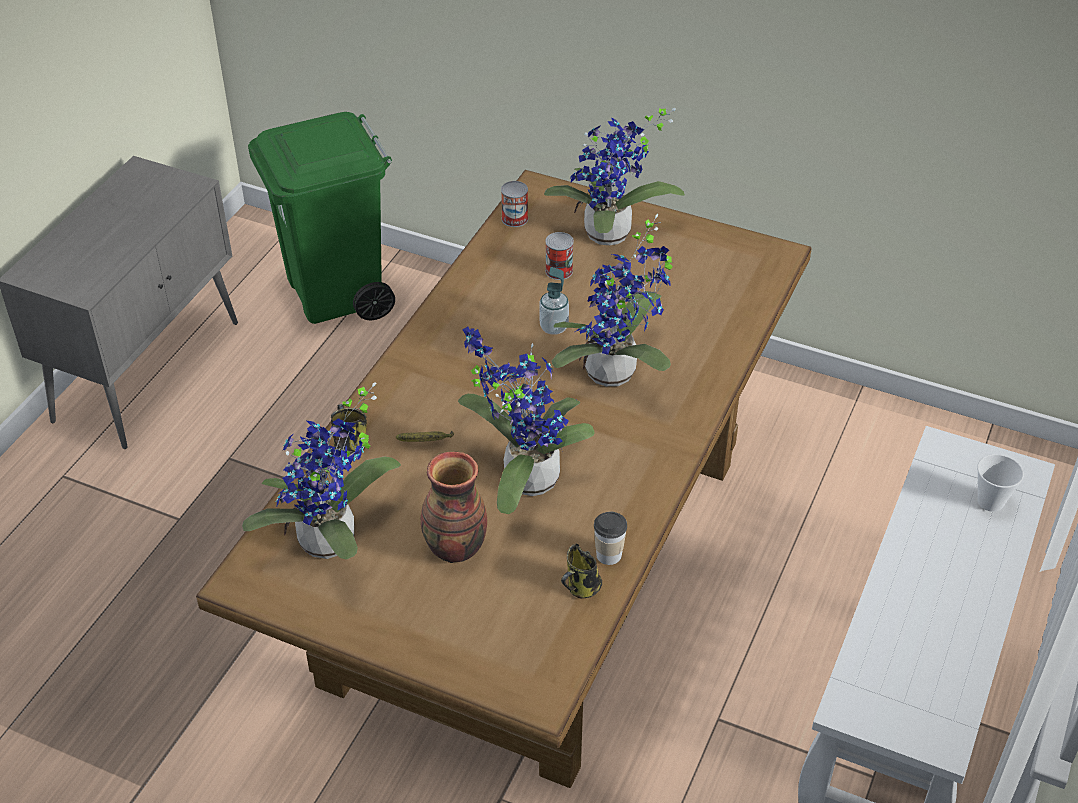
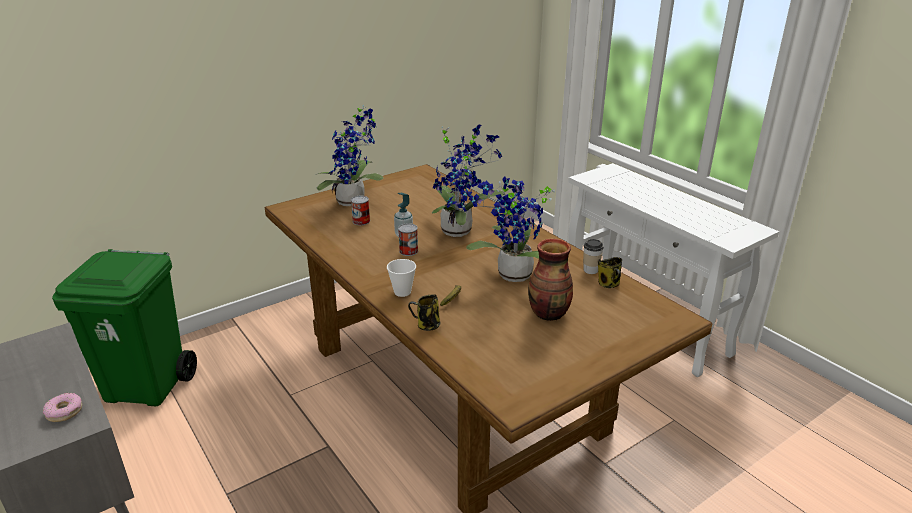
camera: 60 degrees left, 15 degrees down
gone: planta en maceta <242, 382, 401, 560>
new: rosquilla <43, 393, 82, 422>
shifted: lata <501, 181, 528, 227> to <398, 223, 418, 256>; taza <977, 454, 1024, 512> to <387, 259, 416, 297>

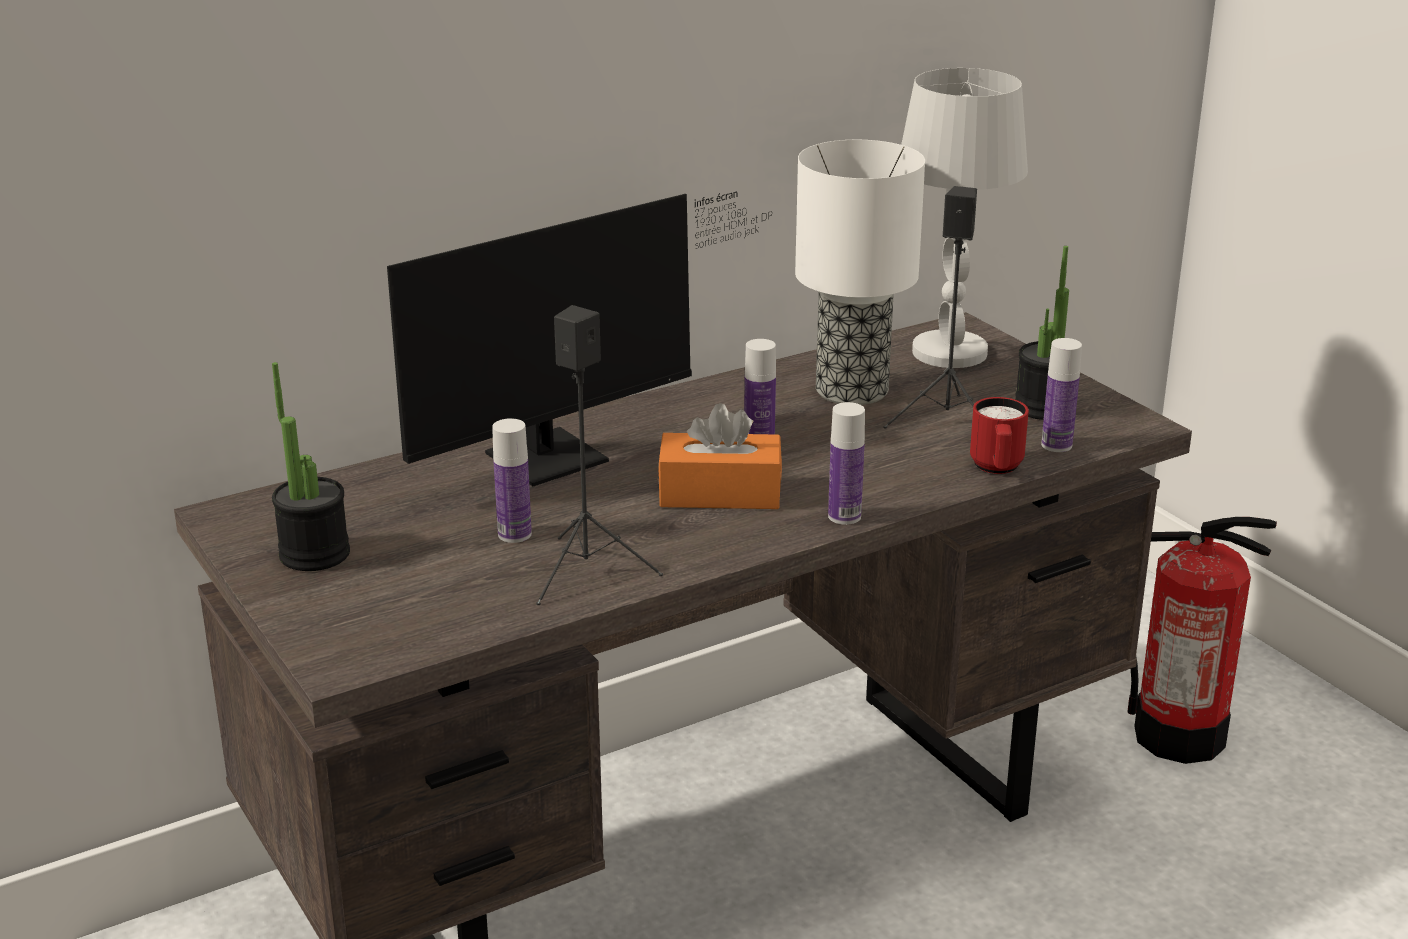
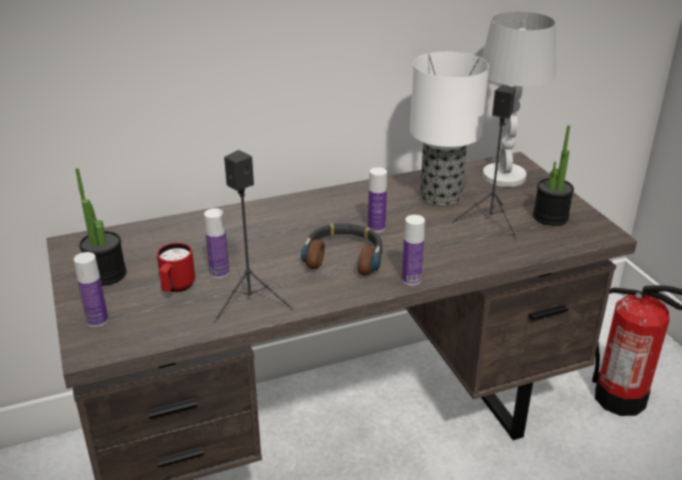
camera: 10 degrees right, 5 degrees up
gone: monitor <387, 192, 771, 486>
shifted: taza grande (rojo) <970, 397, 1029, 474> to <157, 243, 195, 292>; botella <1041, 338, 1082, 452> to <74, 252, 108, 327>
swapped: caja de pañuelos (naranja) <658, 403, 782, 509> to auriculares <301, 223, 382, 275>

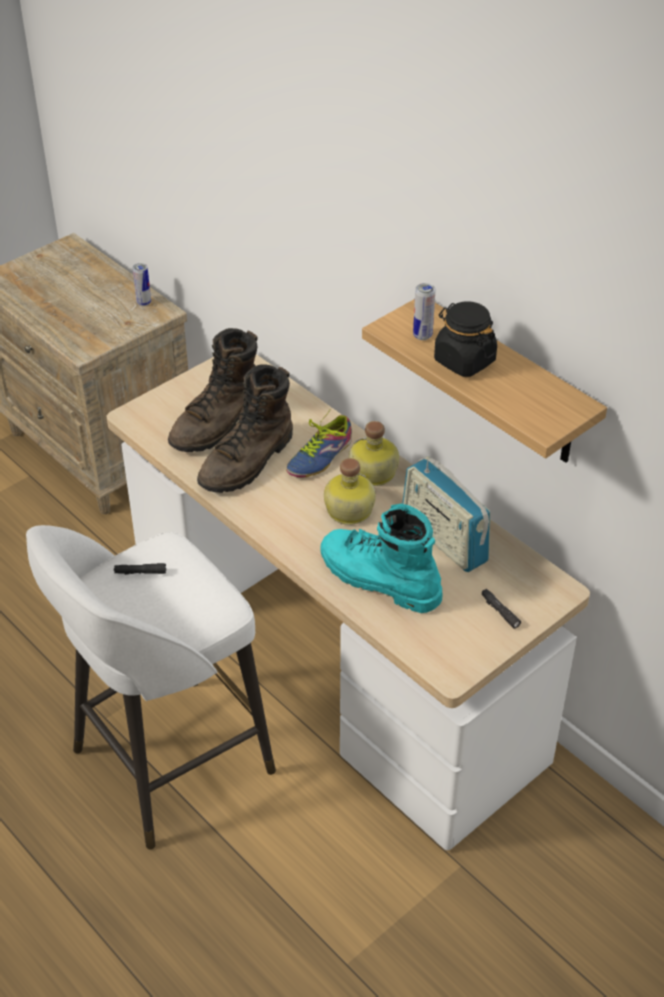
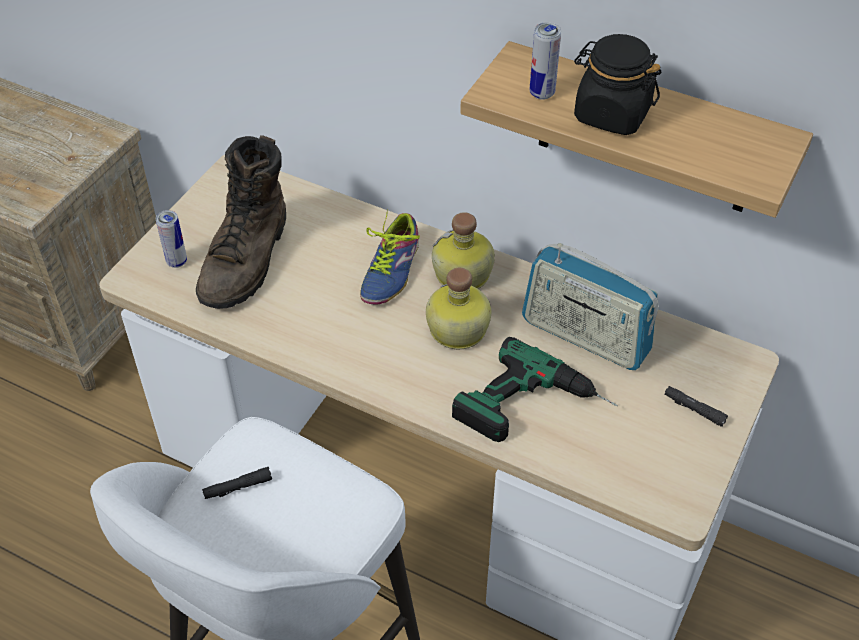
camera: 20 degrees left, 5 degrees up
gone: bota (marrón) <197, 365, 293, 493>
shifted: lata <133, 263, 151, 306> to <156, 210, 187, 268>
swapped: bota (turquesa) <320, 504, 442, 613> to taladro <452, 337, 618, 442>

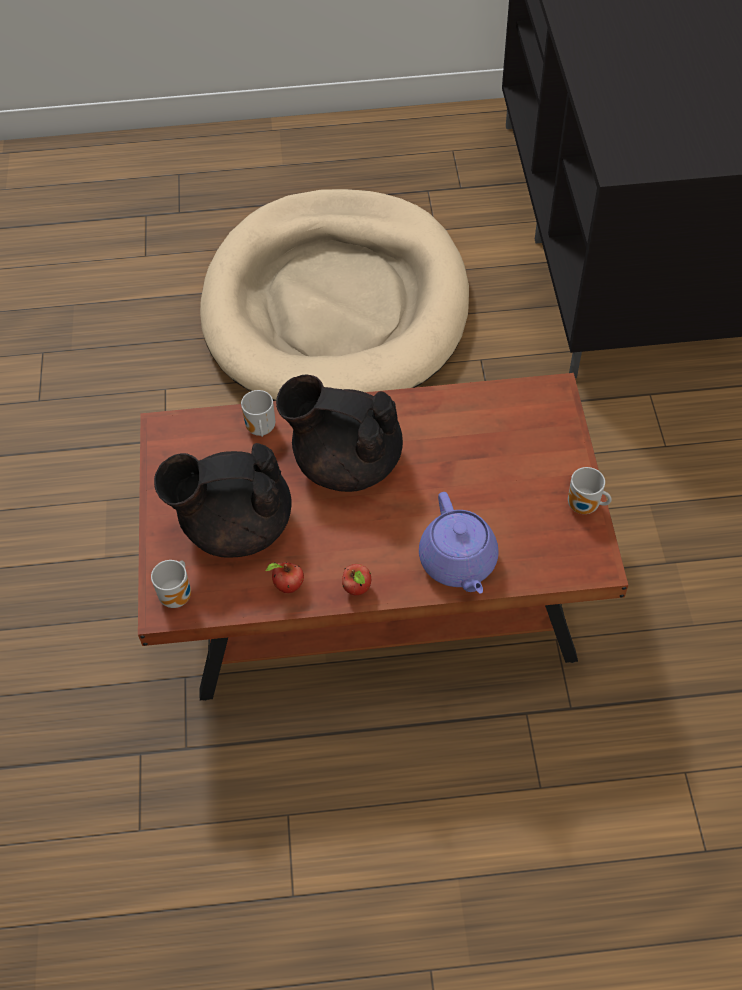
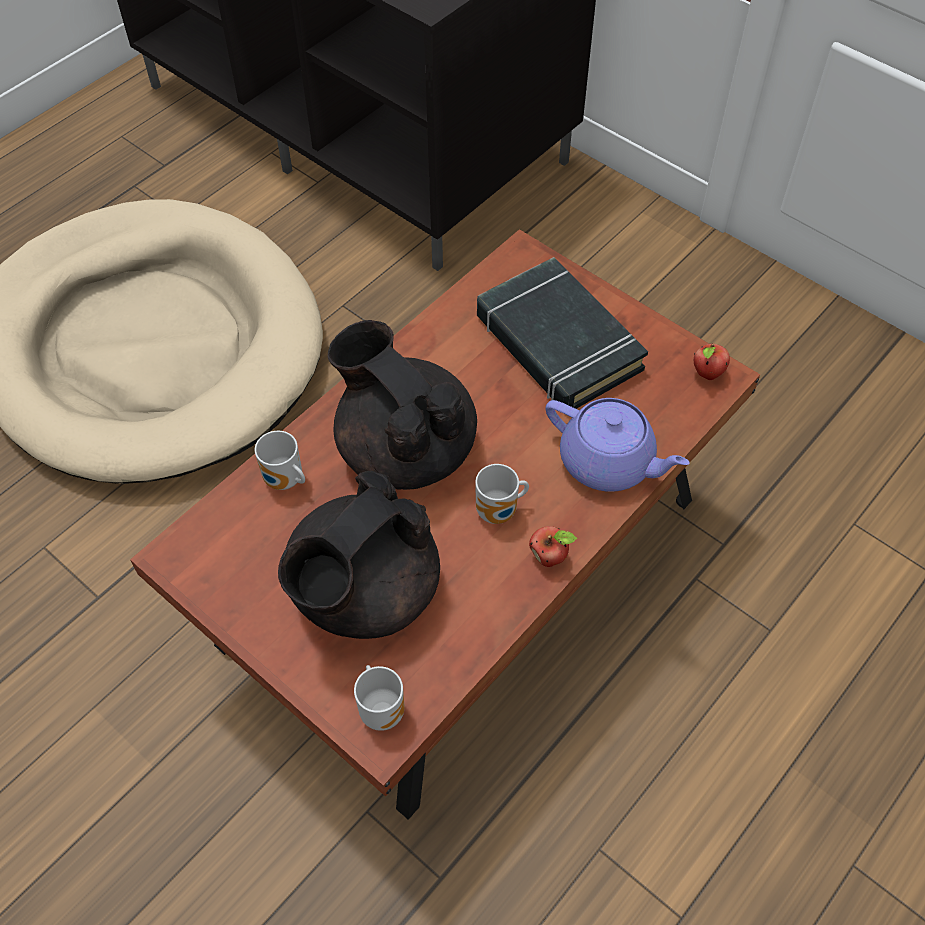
camera: 45 degrees left, 0 degrees up
new: libro (negro) <477, 257, 648, 409>
shifted: manzana <266, 562, 304, 593> to <694, 343, 730, 380>; taza grande <568, 467, 612, 514> to <475, 464, 529, 524>
rotated: tetera (negro) <276, 375, 403, 492> = <328, 320, 477, 490> 75 degrees clockwise

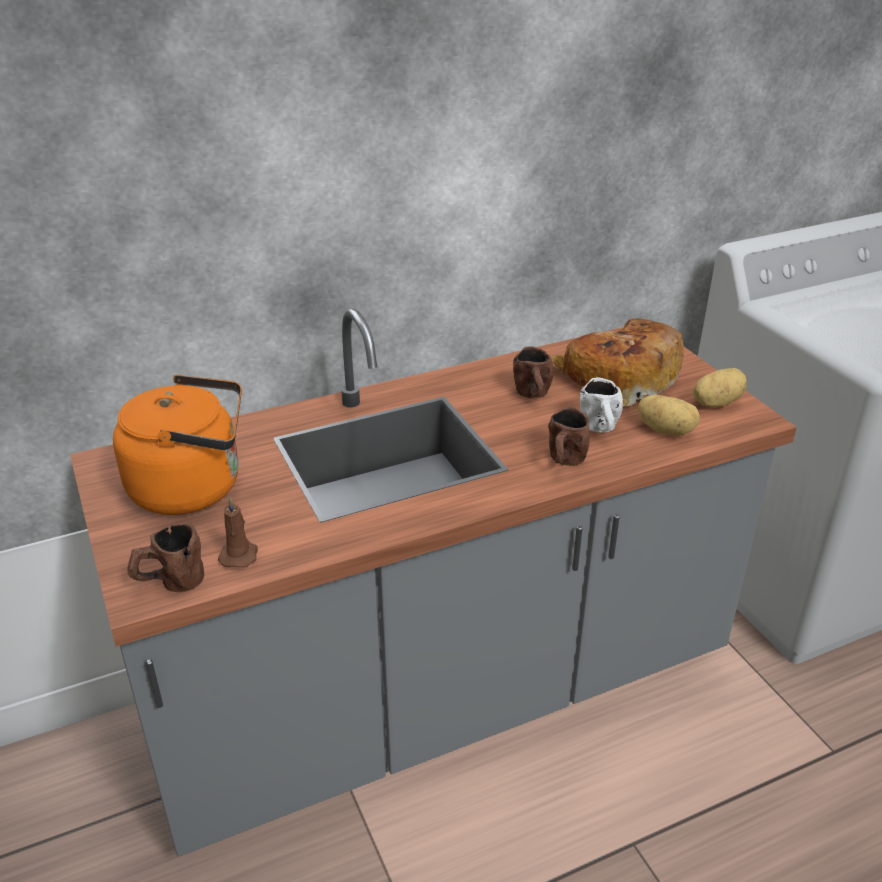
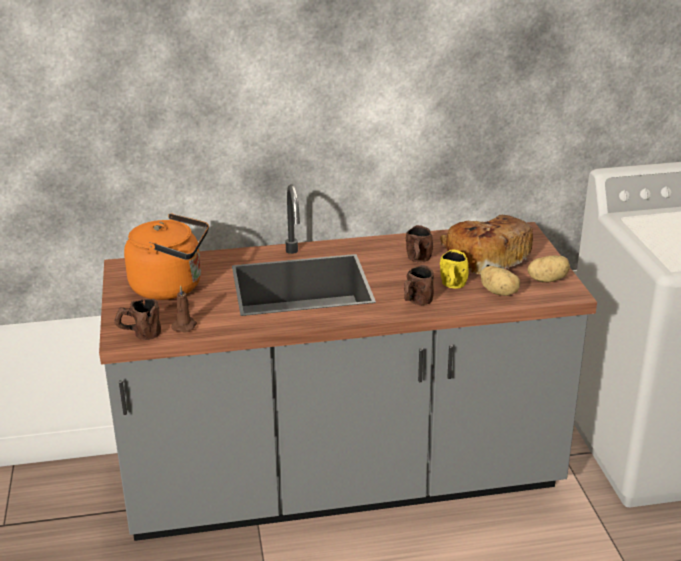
camera: 15 degrees right, 5 degrees down
repainted: taza grande (blanco) <580, 378, 623, 433> to taza grande (amarillo) <440, 250, 469, 289>

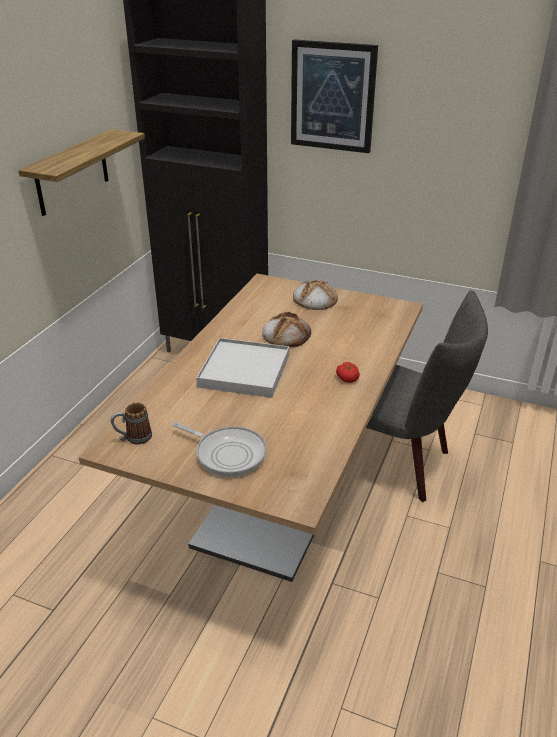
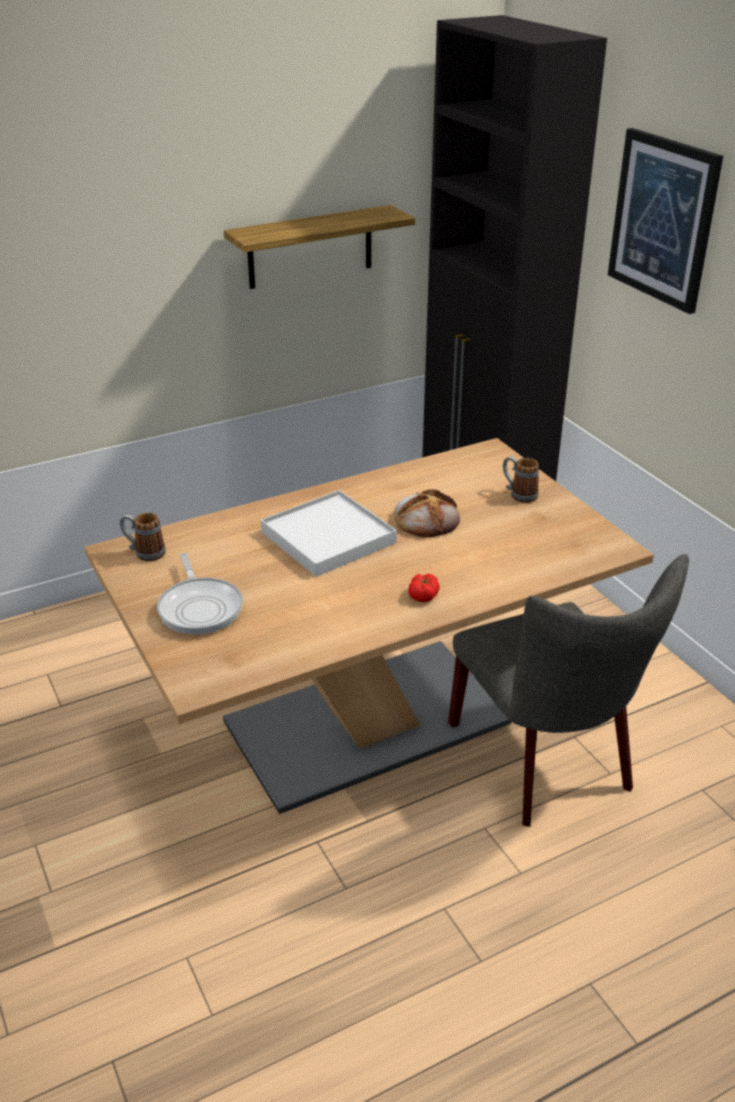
camera: 40 degrees right, 0 degrees up
swapped: pan <293, 280, 338, 310> to taza grande <503, 456, 539, 503>

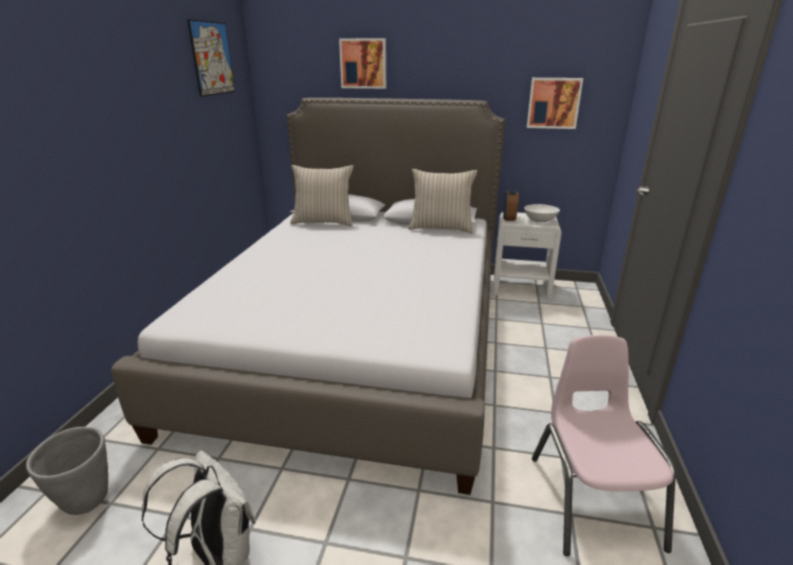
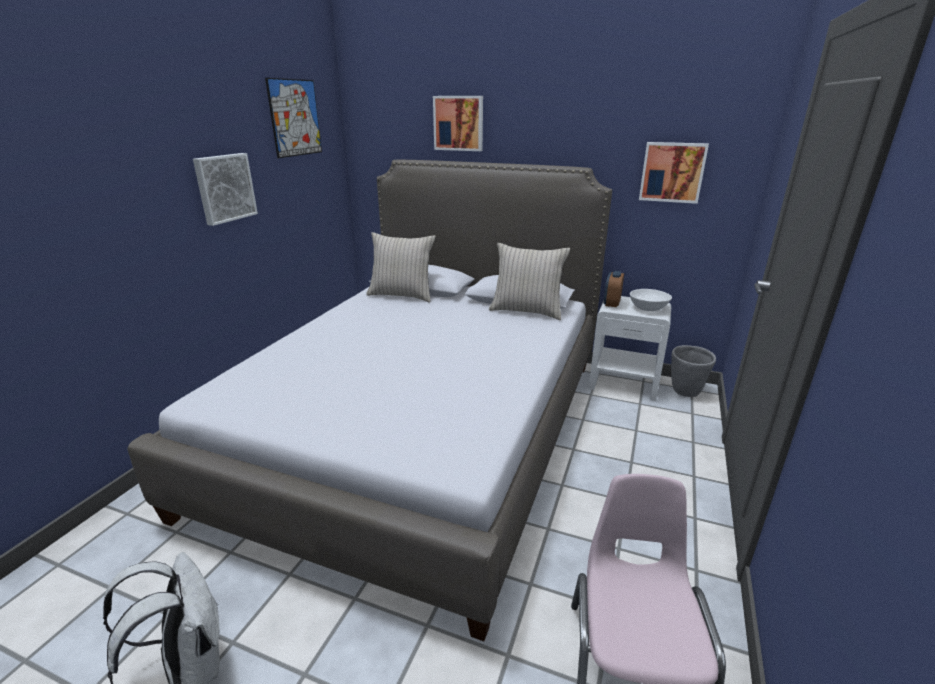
camera: 10 degrees right, 0 degrees up
new: cuadro <193, 153, 258, 226>
shifted: maceta (gris) <26, 427, 108, 515> to <671, 345, 716, 397>

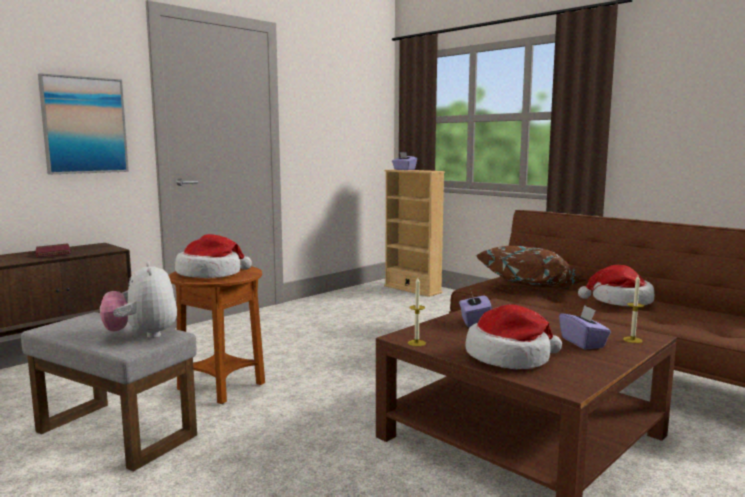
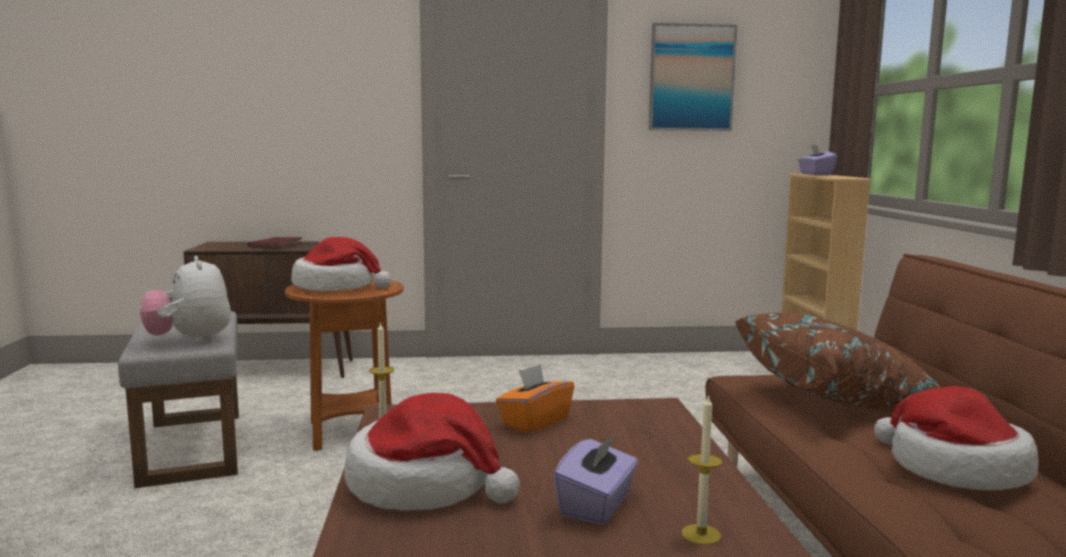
camera: 40 degrees right, 0 degrees up
shifted: cuadro <38, 73, 129, 174> to <648, 23, 737, 131>
repainted: caja de pañuelos (morado) <459, 289, 492, 327> to caja de pañuelos (naranja) <496, 364, 574, 434>
rotated: peluche <100, 261, 177, 339> = <140, 256, 231, 344> 45 degrees counterclockwise

